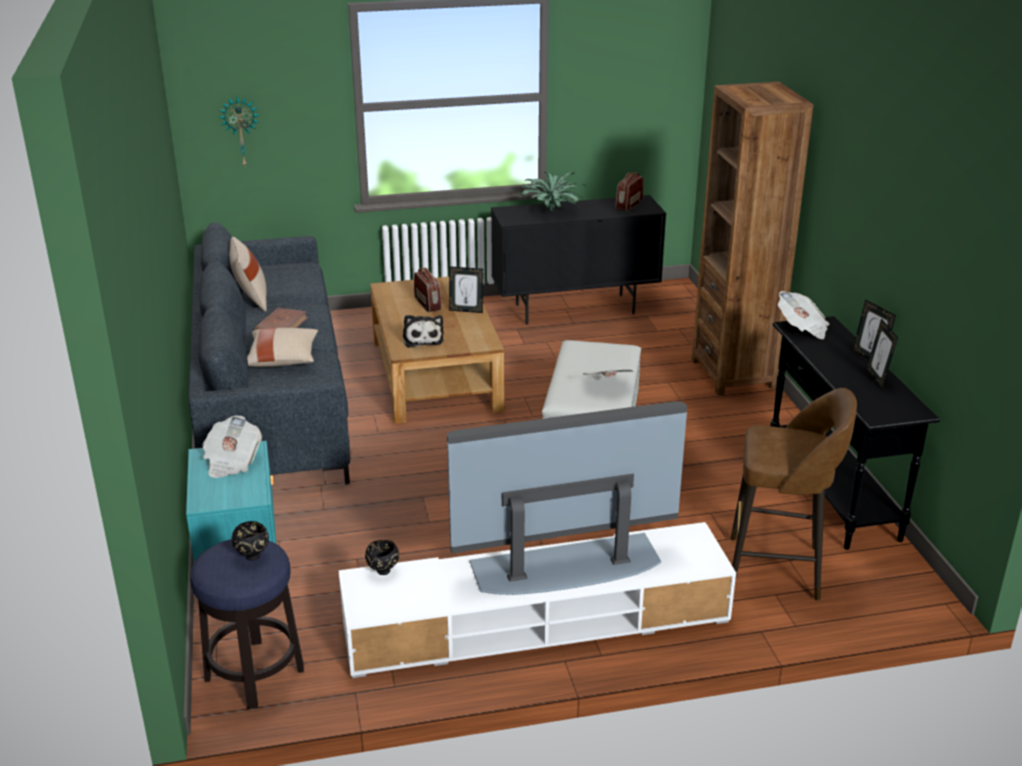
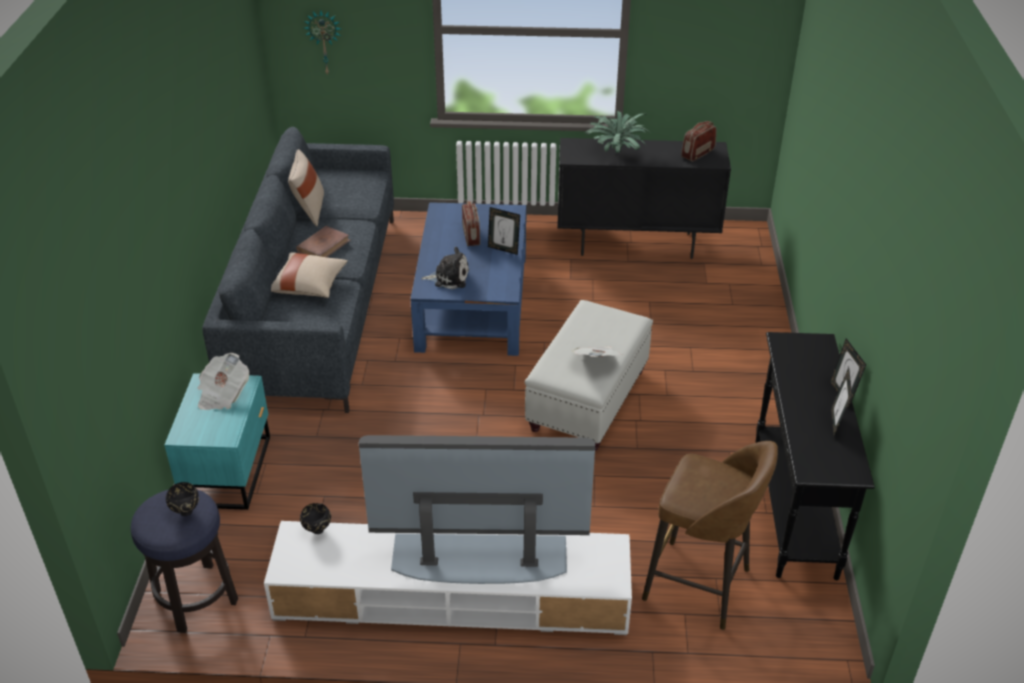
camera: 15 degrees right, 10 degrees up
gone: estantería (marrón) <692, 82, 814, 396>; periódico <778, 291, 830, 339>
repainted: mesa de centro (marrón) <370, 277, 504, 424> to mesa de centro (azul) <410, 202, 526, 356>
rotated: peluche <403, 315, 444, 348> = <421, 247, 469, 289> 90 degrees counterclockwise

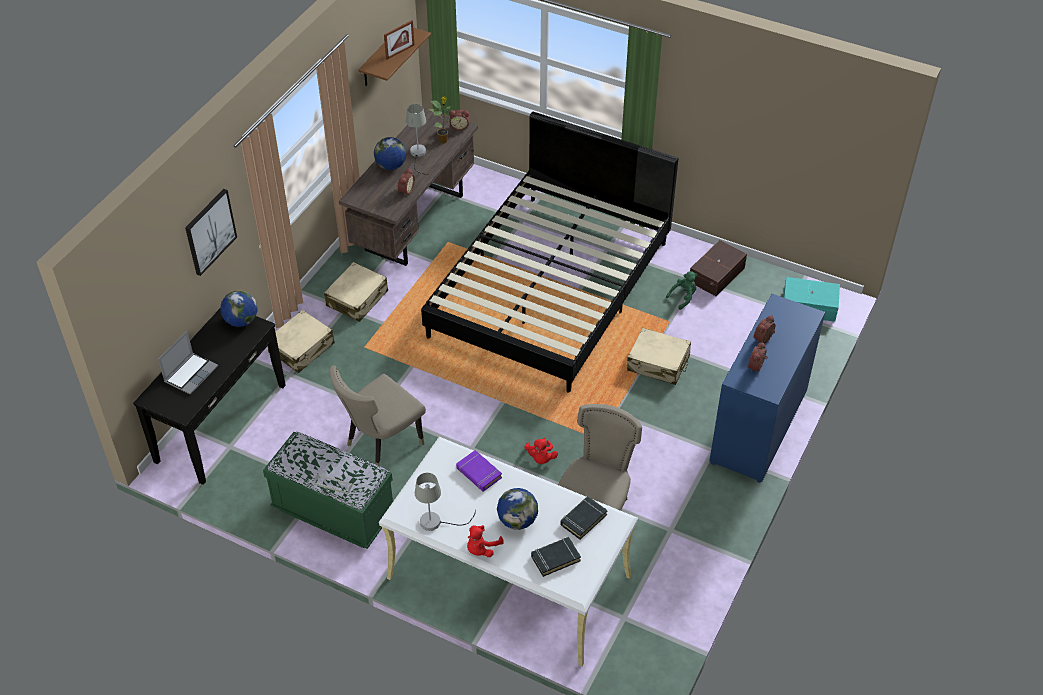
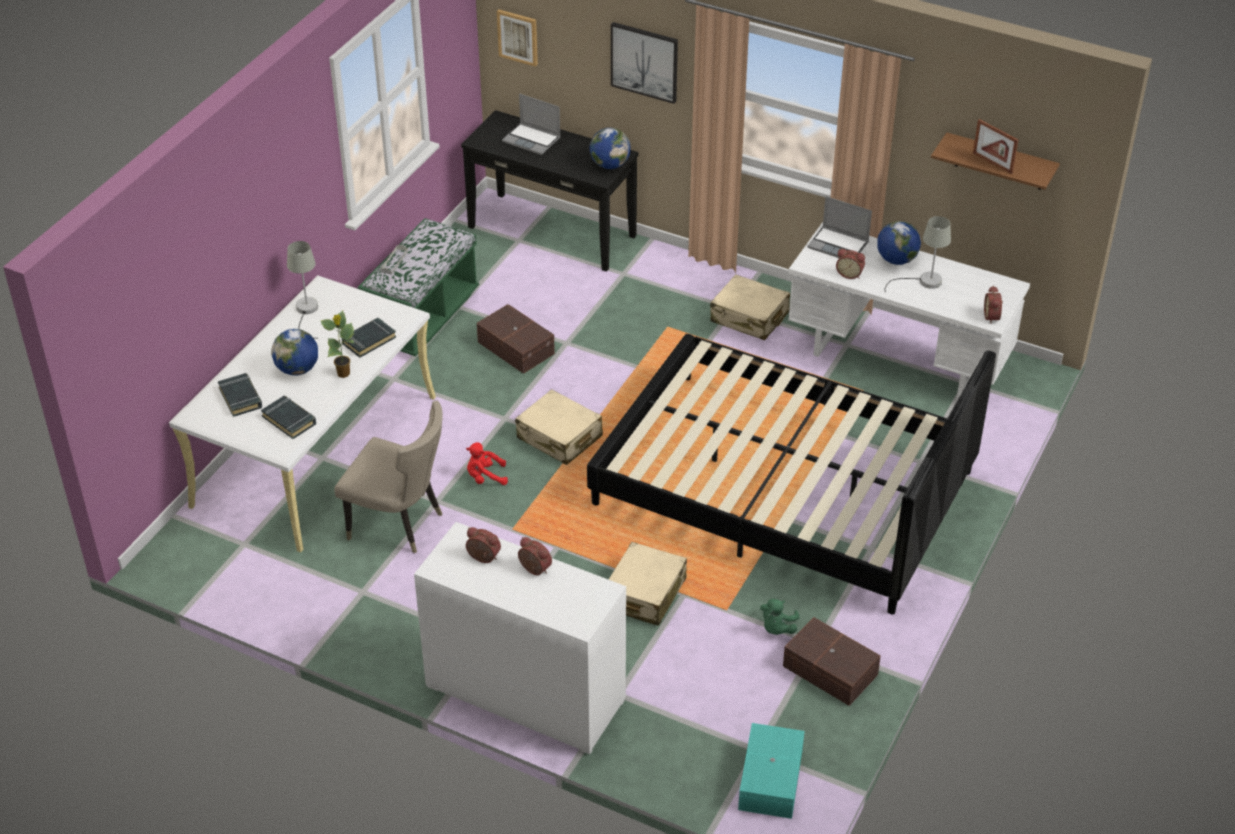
camera: 90 degrees right, 5 degrees down
gone: peluche (rojo) <467, 525, 503, 557>
new: cuadro <497, 9, 538, 67>; portátil <807, 196, 872, 258>
shifted: maleta (beis) <267, 310, 335, 373> to <515, 389, 603, 465>; planta en maceta <428, 96, 459, 144> to <321, 310, 354, 378>
swapped: silla (beis) <330, 366, 426, 466> to caja de almacenaje (marrón) <477, 304, 555, 374>
repainted: escritorio (marrón) <339, 107, 478, 266> to escritorio (blanco) <788, 222, 1030, 401>; libro (morado) <456, 450, 502, 492> to libro (negro) <342, 318, 396, 358>; cómoda (azul) <709, 294, 825, 483> to cómoda (blanco) <414, 522, 626, 754>
rotated: peluche (verde) <666, 271, 698, 310> = <760, 599, 799, 635> 60 degrees clockwise

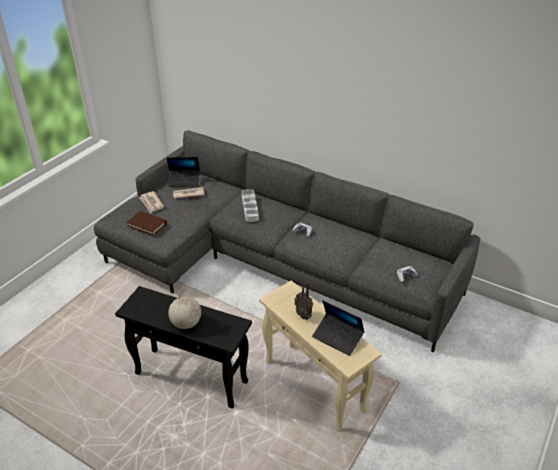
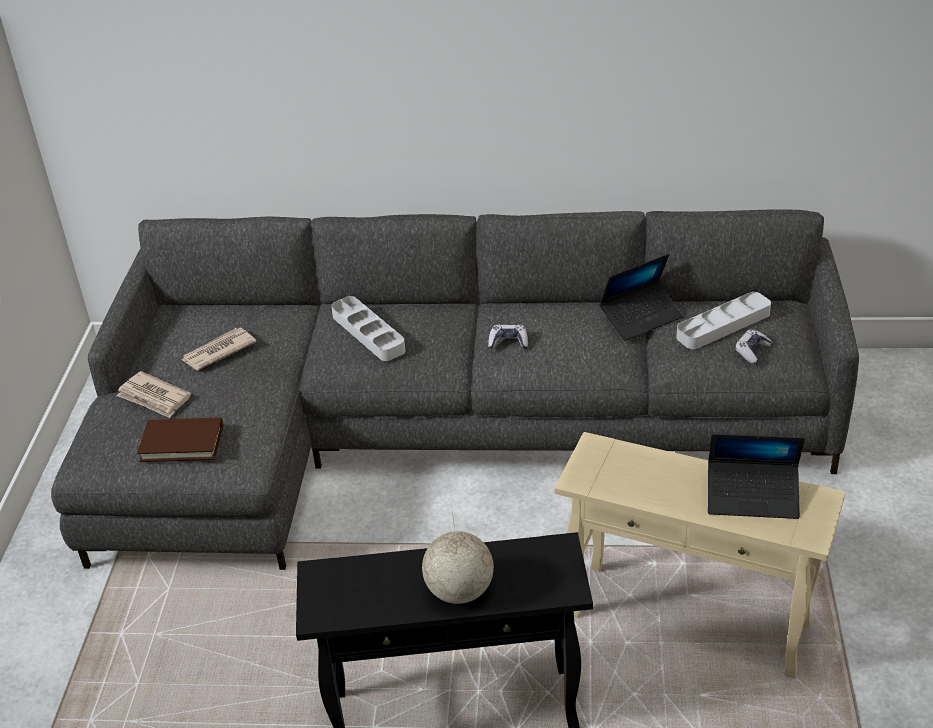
camera: 25 degrees left, 0 degrees up
gone: radio <294, 282, 313, 320>
new: bandeja (gris) <677, 292, 771, 349>
shifted: portátil <167, 157, 200, 187> to <599, 254, 683, 341>

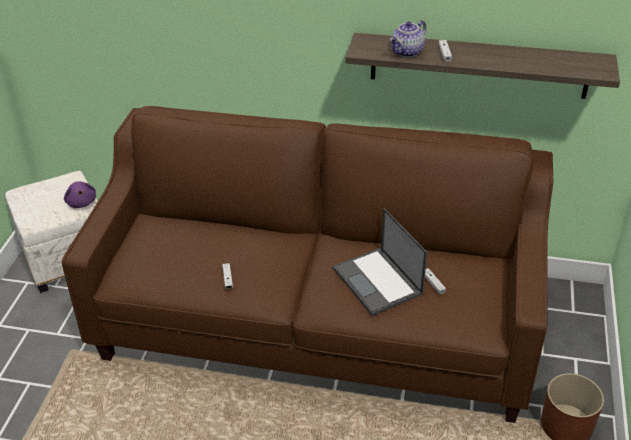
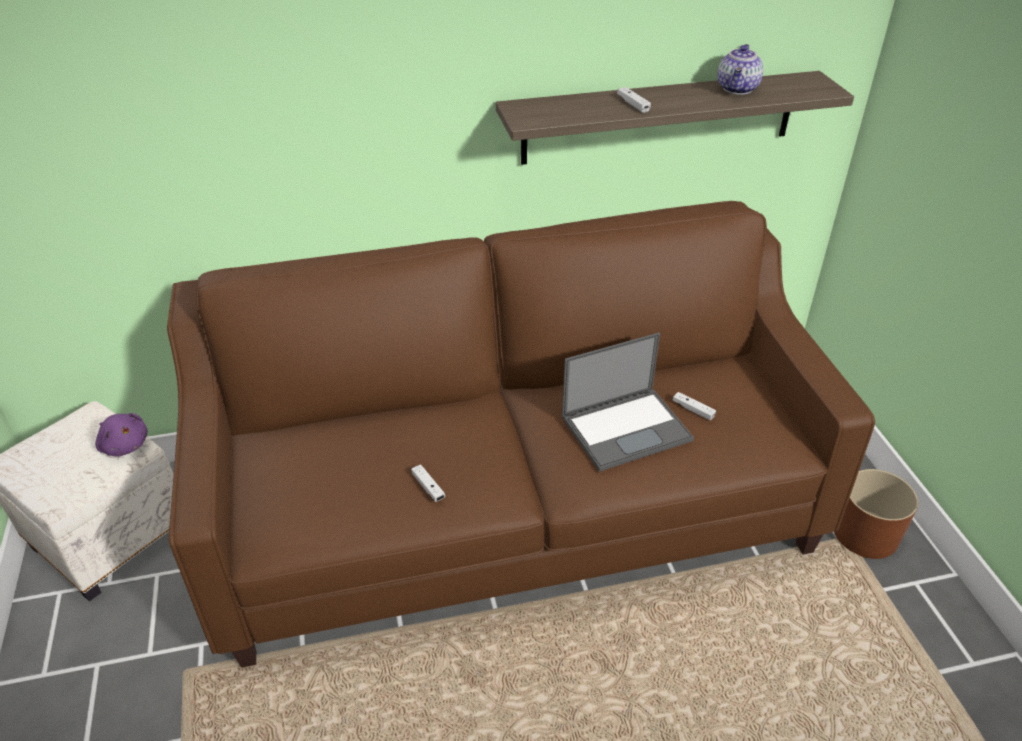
camera: 25 degrees left, 0 degrees up
shifted: tetera <390, 20, 427, 57> to <718, 44, 764, 95>
rotated: portátil <333, 208, 427, 316> = <562, 333, 694, 472> 60 degrees counterclockwise

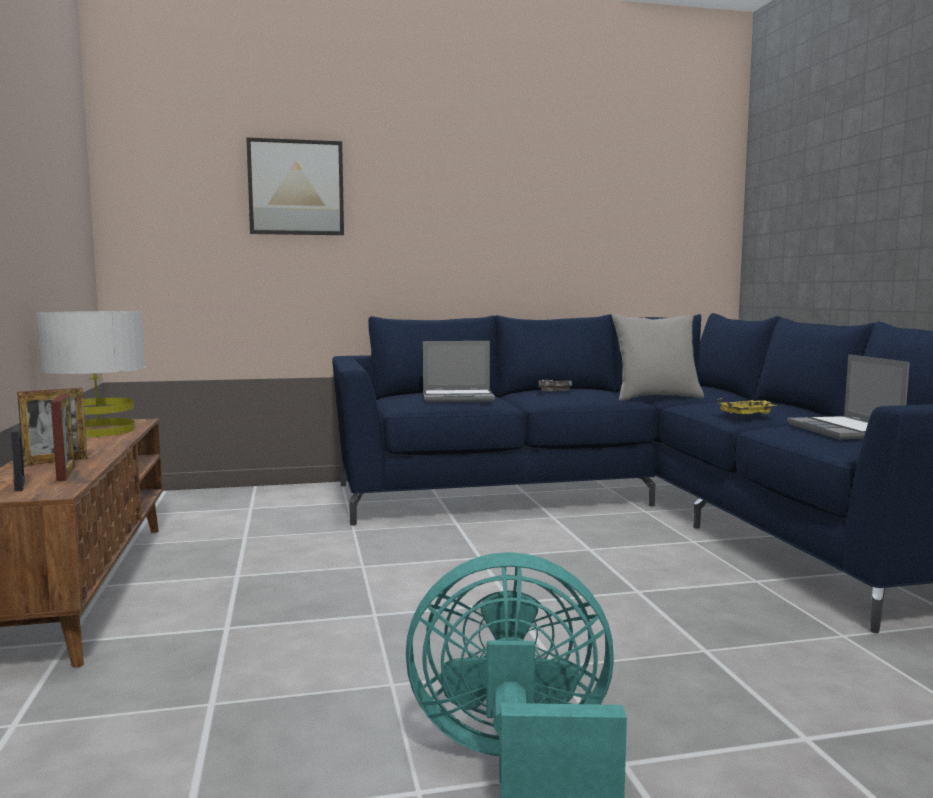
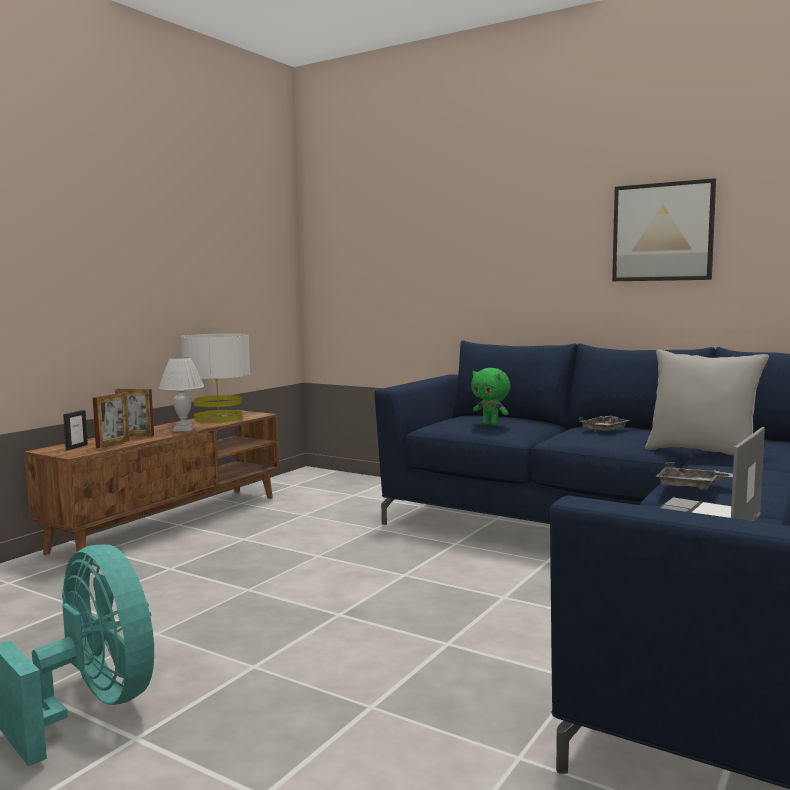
camera: 45 degrees right, 0 degrees up
new: lámpara de mesa (blanco) <159, 357, 204, 432>
shifted: cuadro <246, 138, 344, 235> to <612, 178, 716, 281>
swapped: portátil <423, 341, 495, 402> to peluche (verde) <471, 368, 511, 426>
repainted: bandeja (amarillo) <717, 398, 774, 414> to bandeja (gris) <655, 462, 733, 490>

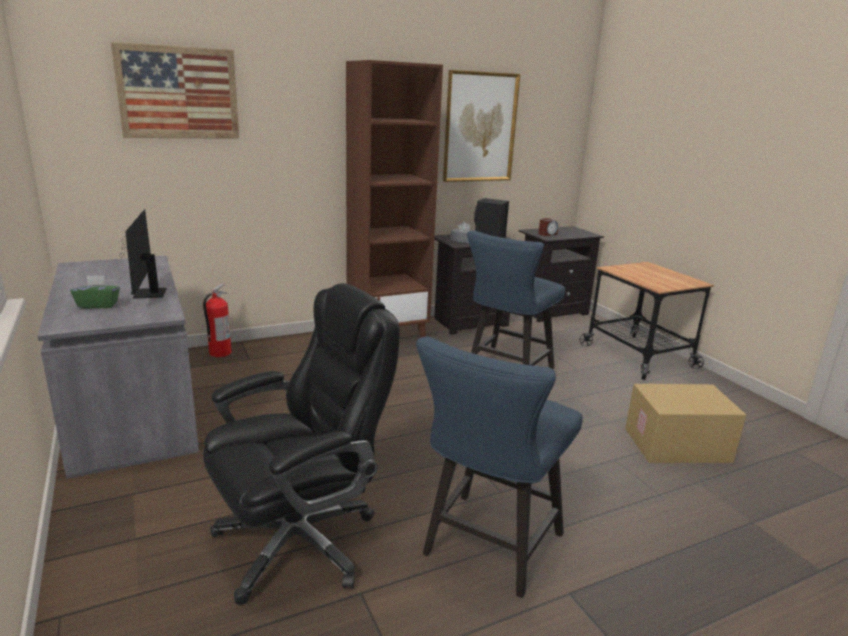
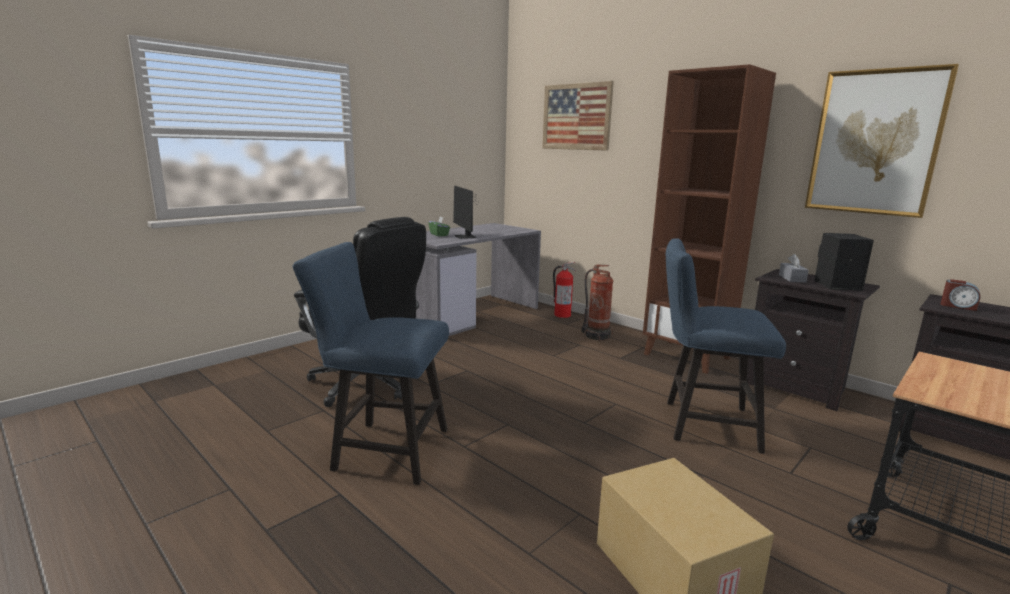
camera: 70 degrees right, 5 degrees down
new: extintor <582, 264, 613, 342>
rotated: monitor <120, 209, 166, 299> = <453, 186, 479, 239> 75 degrees counterclockwise

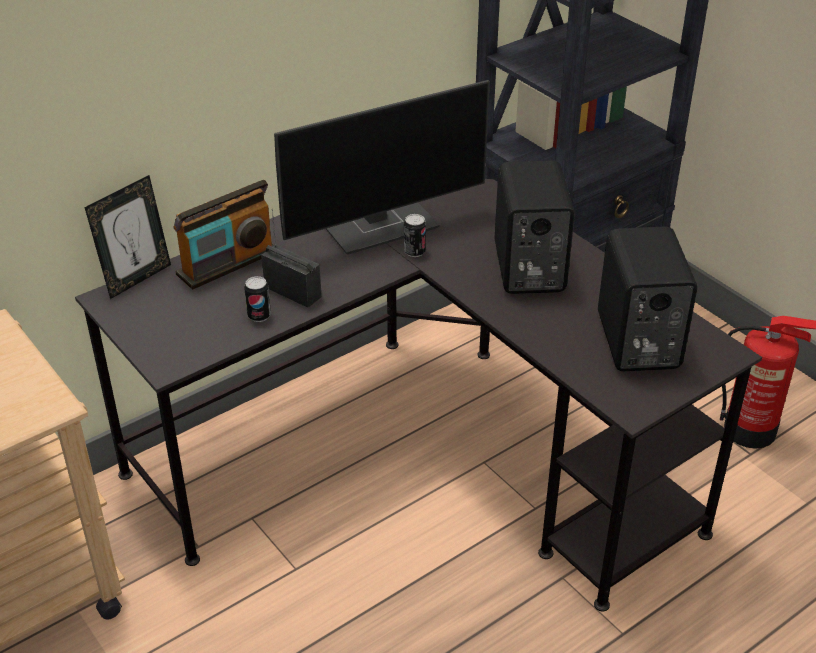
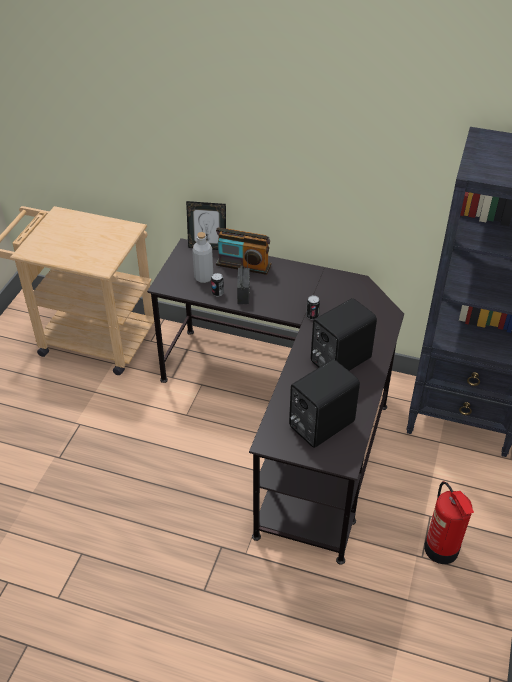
camera: 55 degrees right, 5 degrees up
gone: monitor <274, 80, 490, 255>
new: botella (gris) <192, 232, 213, 283>

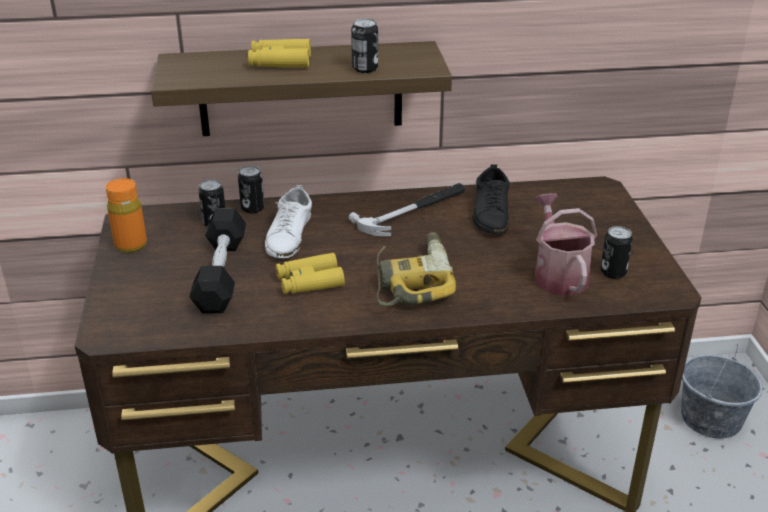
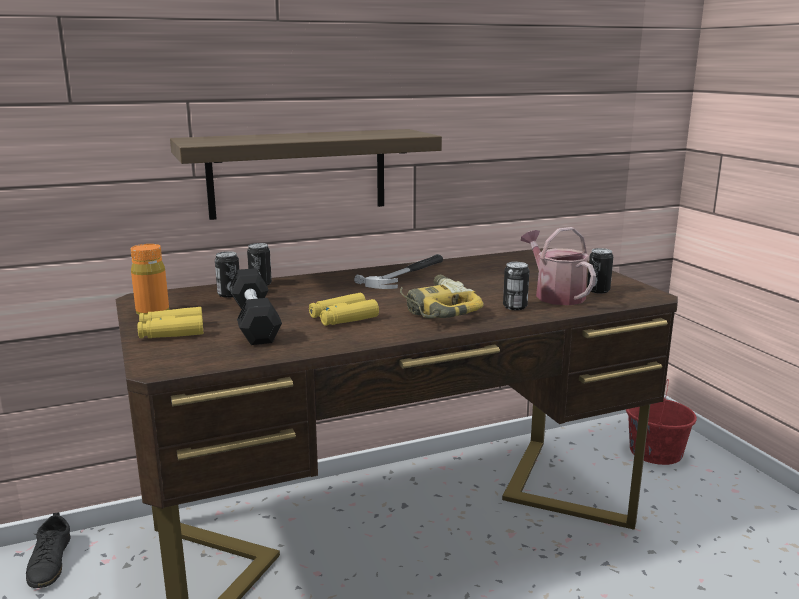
camera: 15 degrees left, 15 degrees down
gone: zapato (blanco) <265, 185, 312, 258>
shifted: prismáticos (amarillo) <248, 39, 311, 68> to <138, 307, 203, 338>; lata <351, 18, 378, 73> to <503, 262, 529, 310>; zapato (negro) <473, 164, 510, 234> to <26, 512, 71, 588>
repainted: cubo (gris) <681, 344, 763, 438> to cubo (rojo) <626, 379, 697, 465>

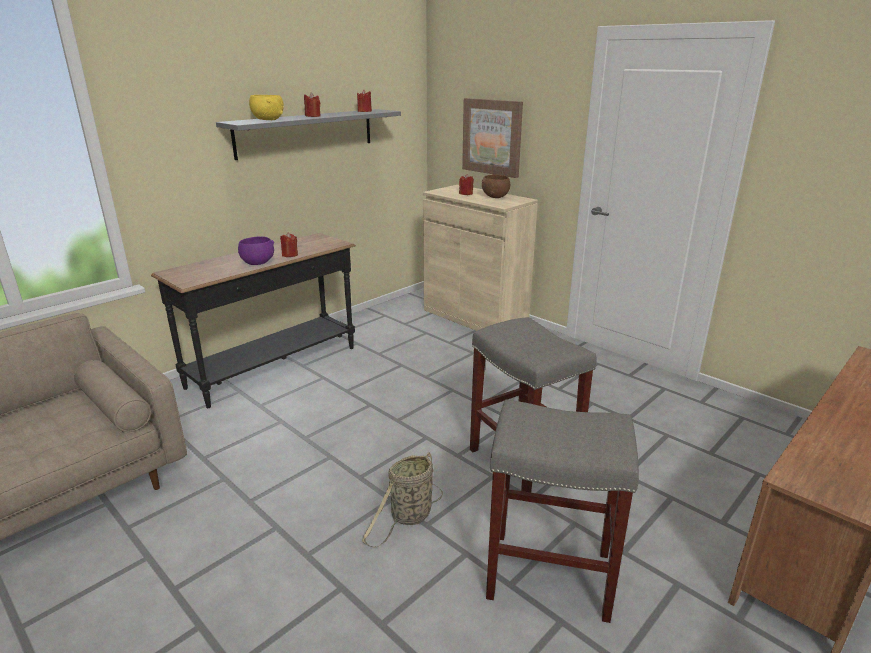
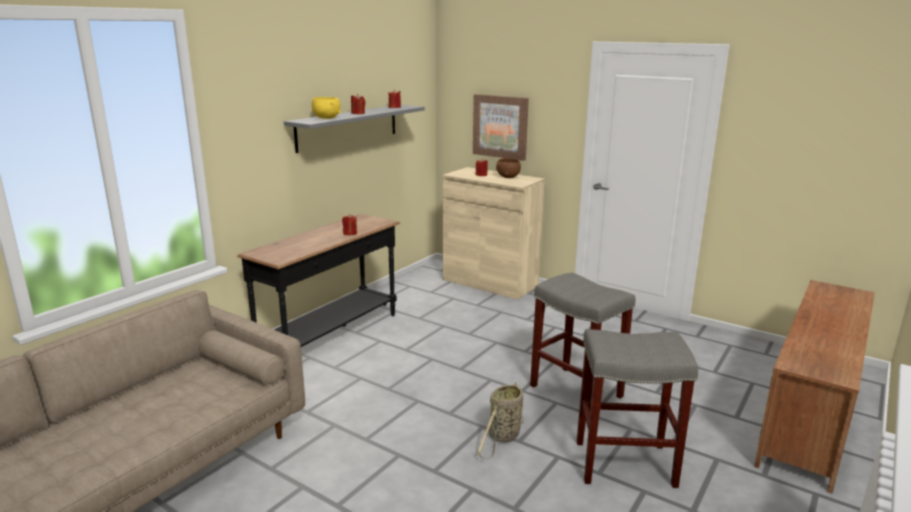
camera: 10 degrees left, 5 degrees down
gone: cuenco (morado) <238, 236, 274, 265>

